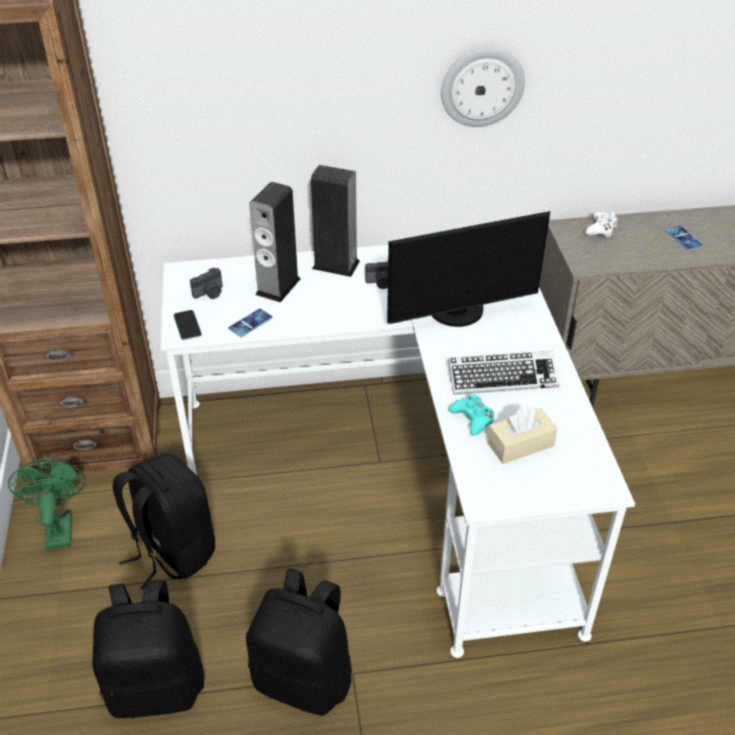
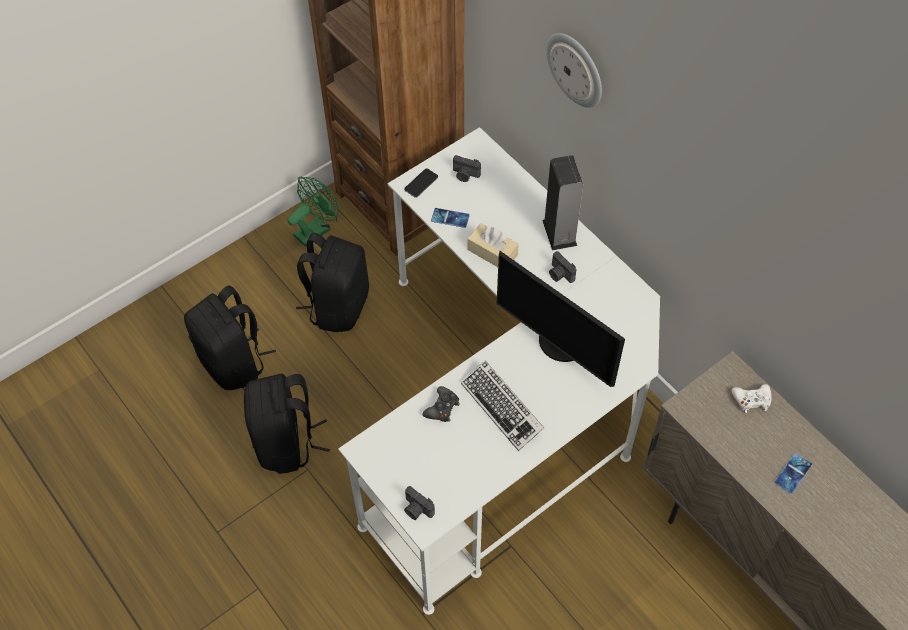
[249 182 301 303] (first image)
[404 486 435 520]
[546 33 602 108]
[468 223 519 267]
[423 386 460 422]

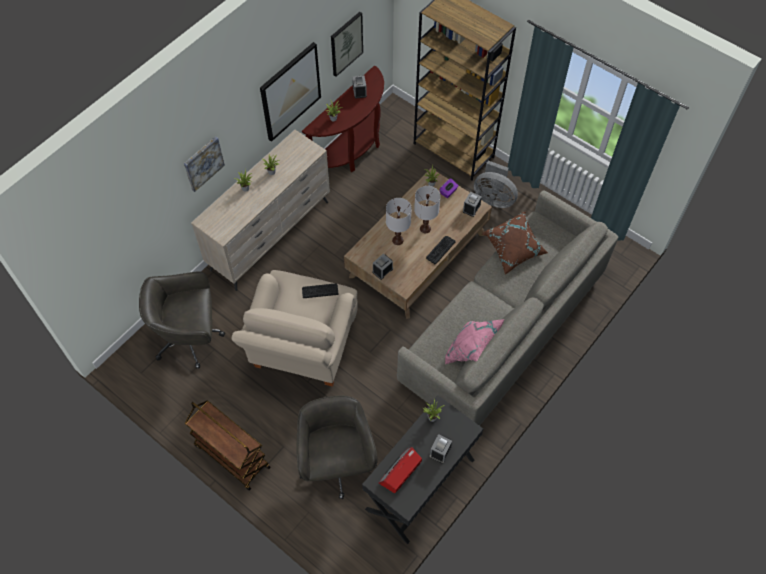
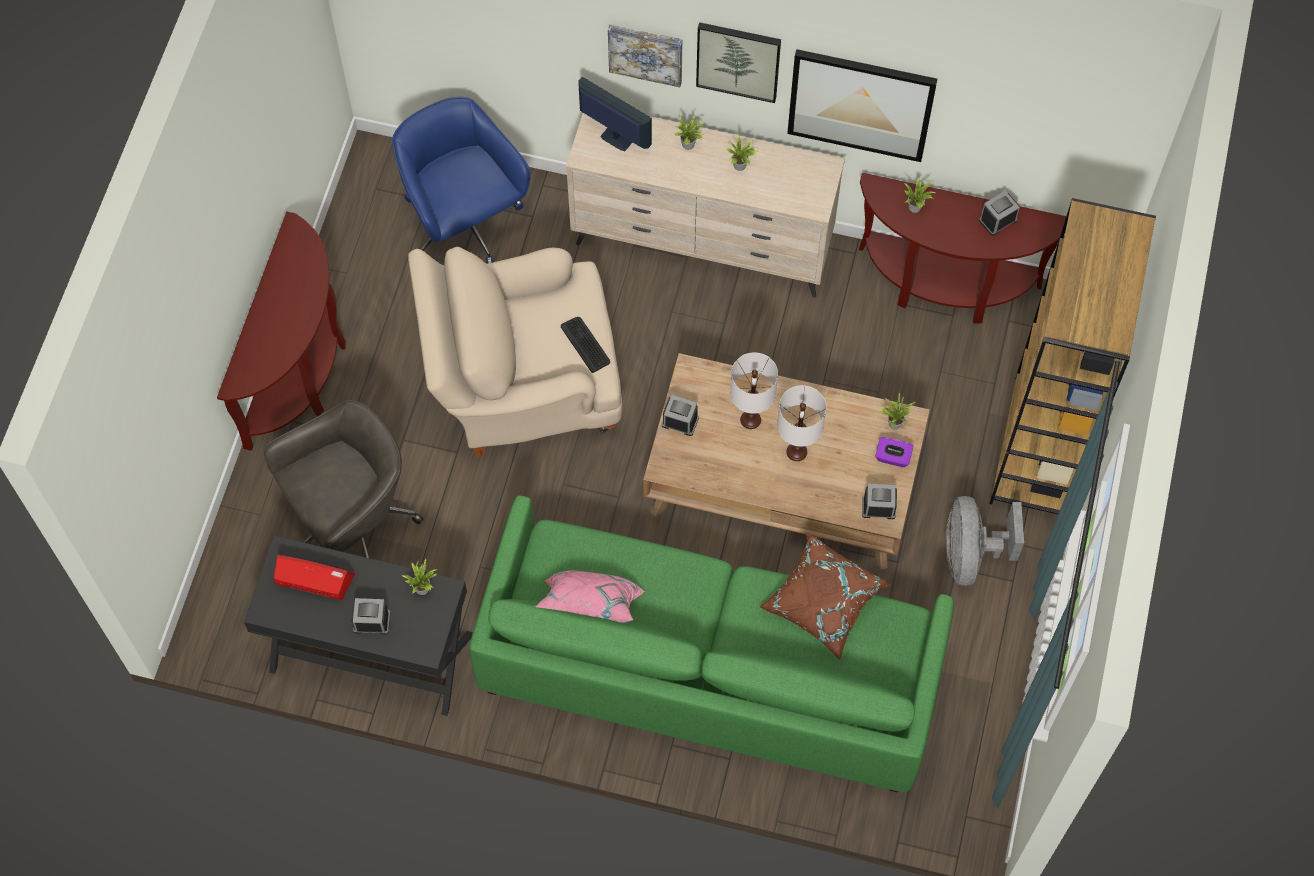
[426 236 455 264] (first image)
[578 77 652 151]
[696 22 781 103]
[217 211 346 451]
[392 97 530 264]
[469 495 954 793]

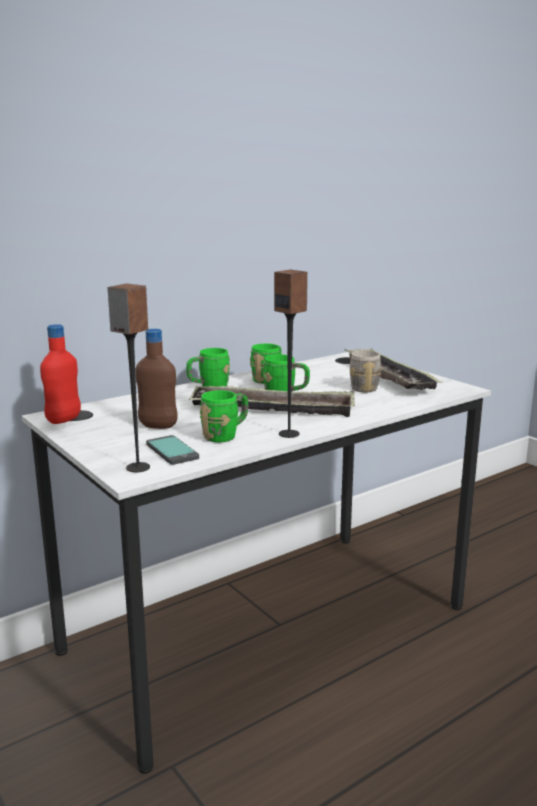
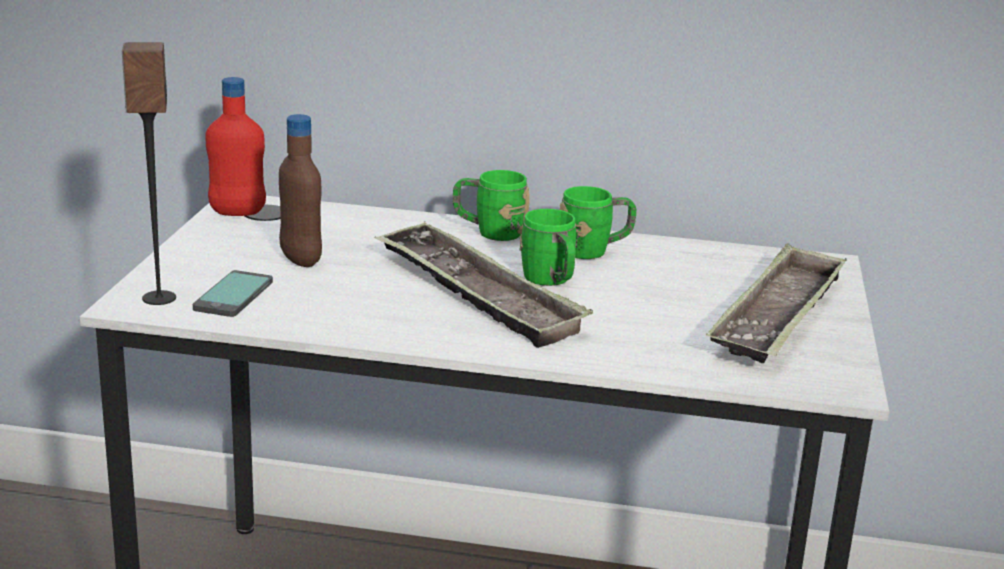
[200 390 248 442] (first image)
[274 270 308 438] (first image)
[350 350 382 392] (first image)

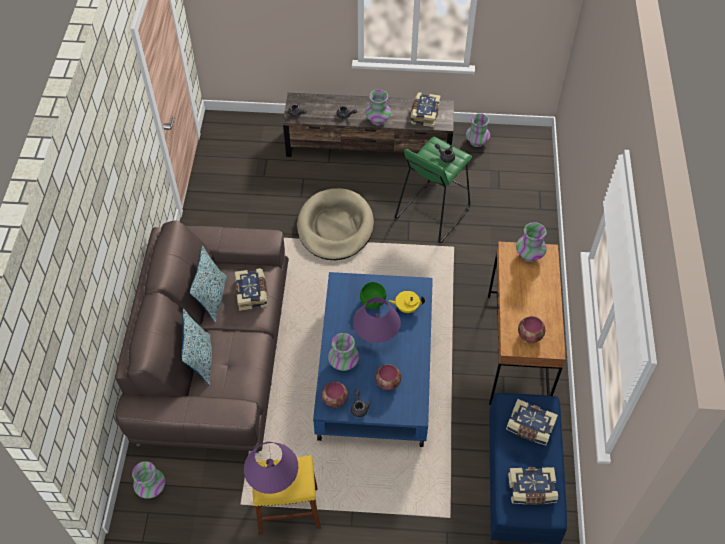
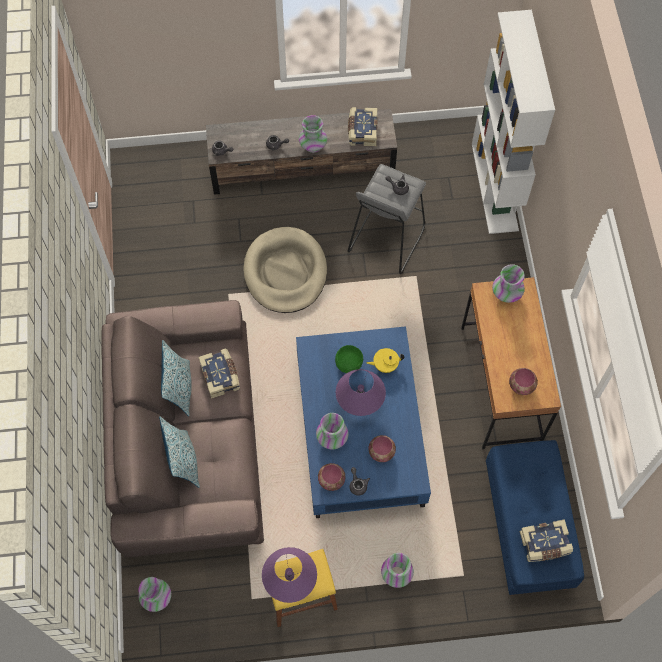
[506 399 558 445] (first image)
[472 10 555 234]
[381 553 414 588]
[347 164 426 274]

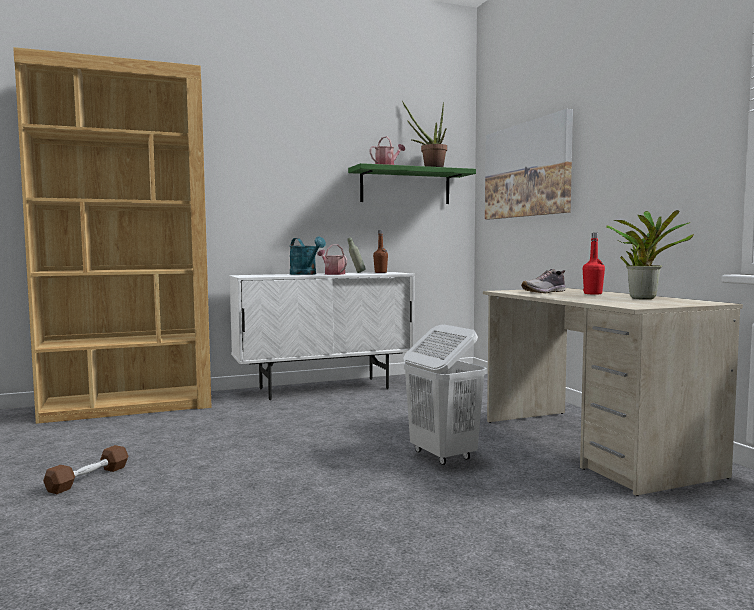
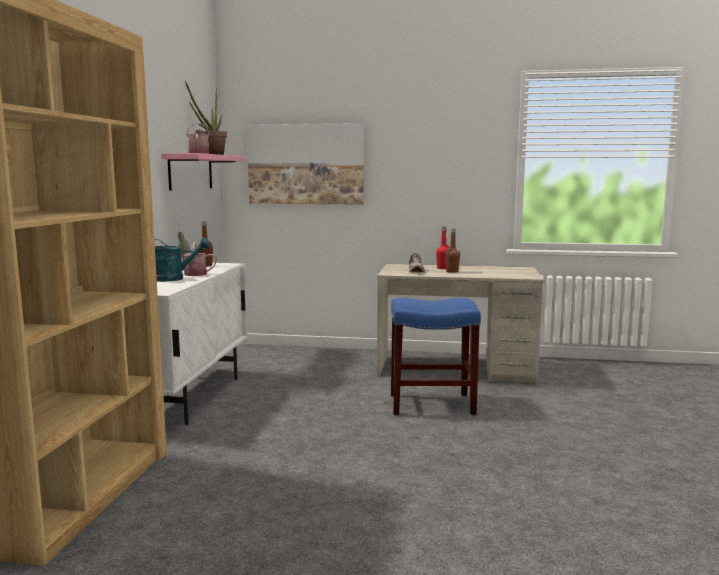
[43 445 128 494] (first image)
[606 210 694 299] (first image)
[445 229 460 273]
[391 298 481 416]
[161 153 246 191]

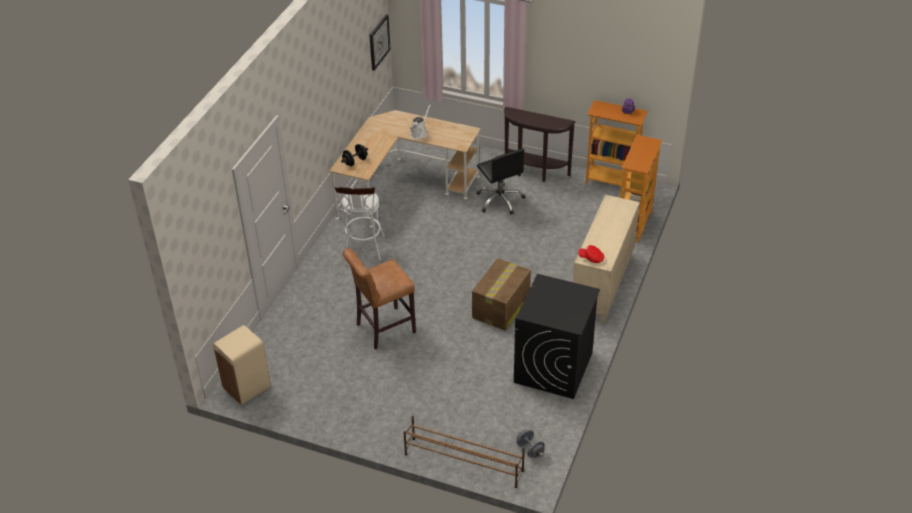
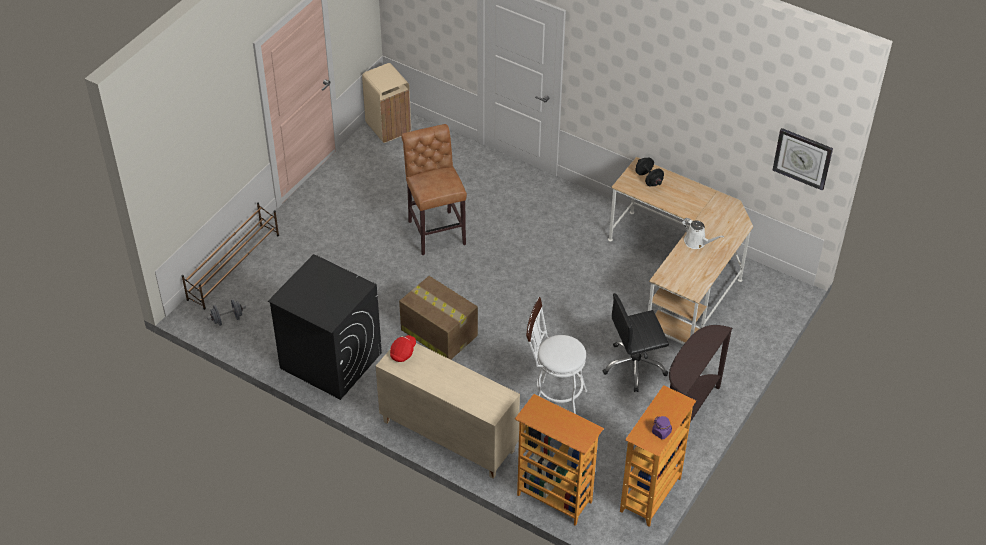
[526 297 587 414]

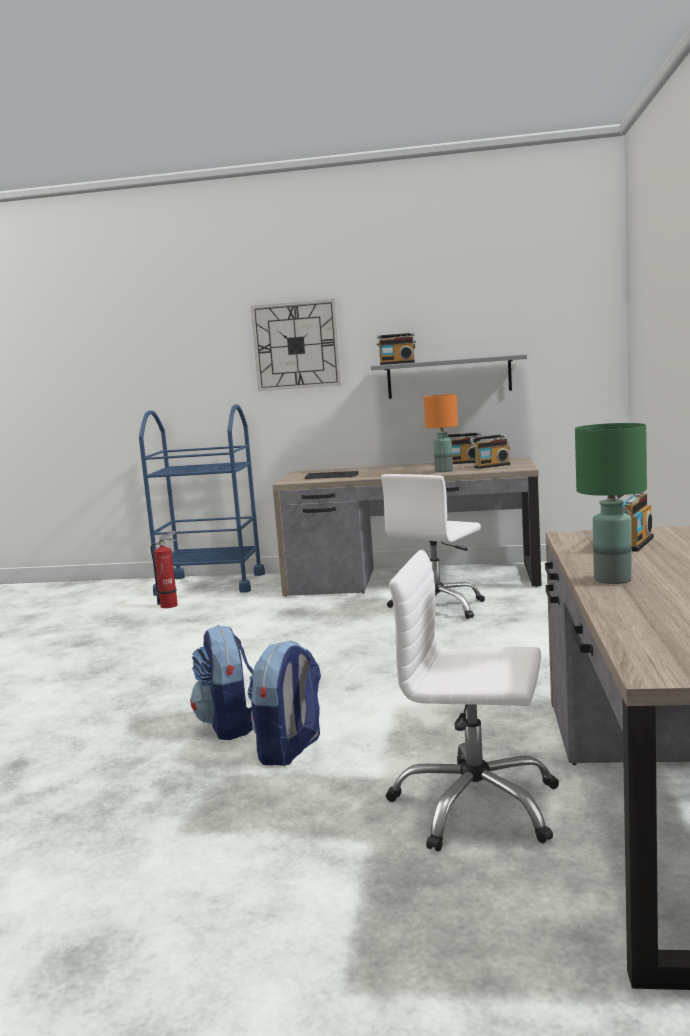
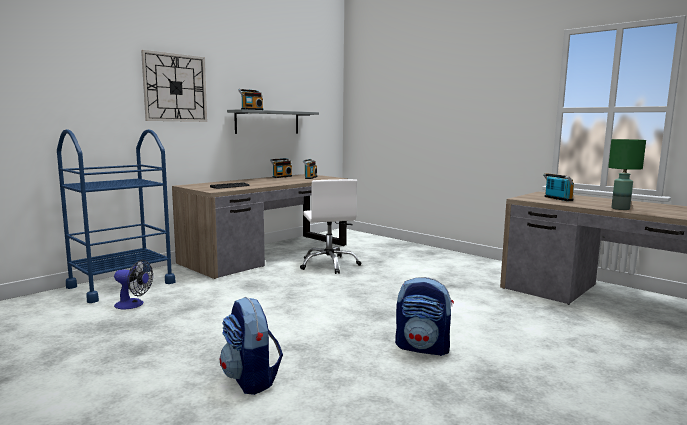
[386 550 559 852] (first image)
[424 394 458 472] (first image)
[220 297 283 395]
[114 260 153 309]

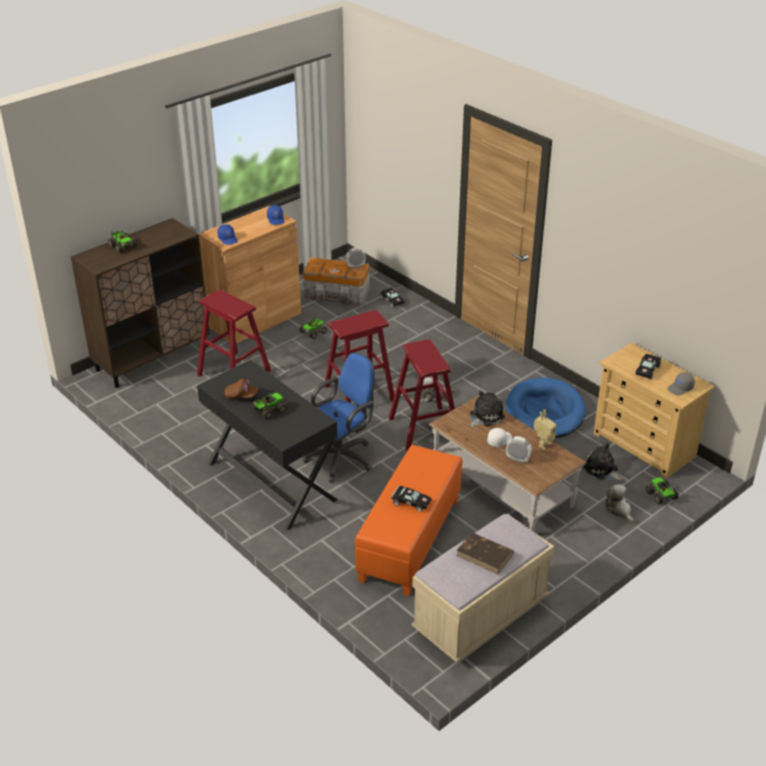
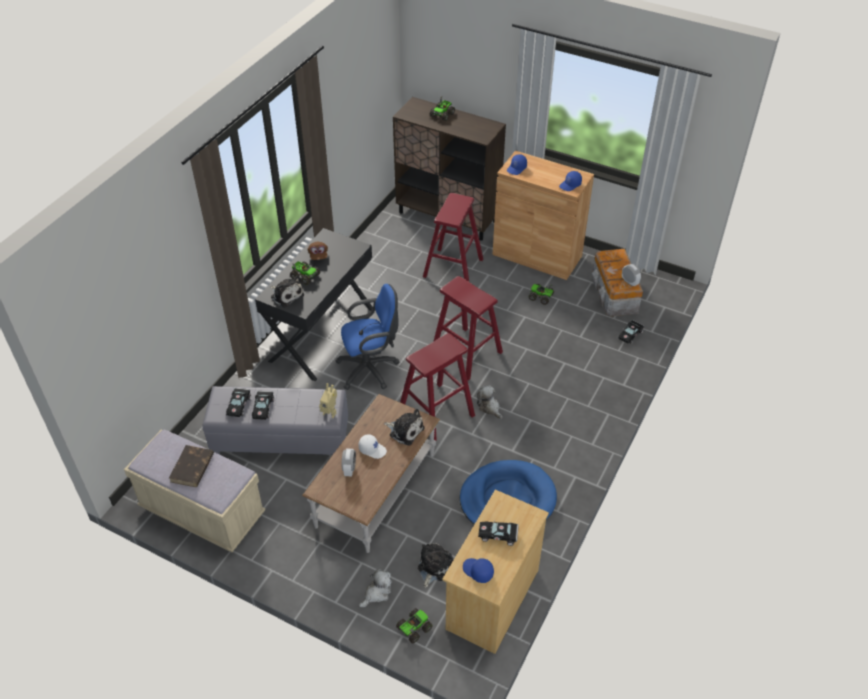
[226 388 251 417]
[270 276 304 308]
[319 383 337 418]
[202 386 348 455]
[463 558 494 583]
[335 284 400 390]

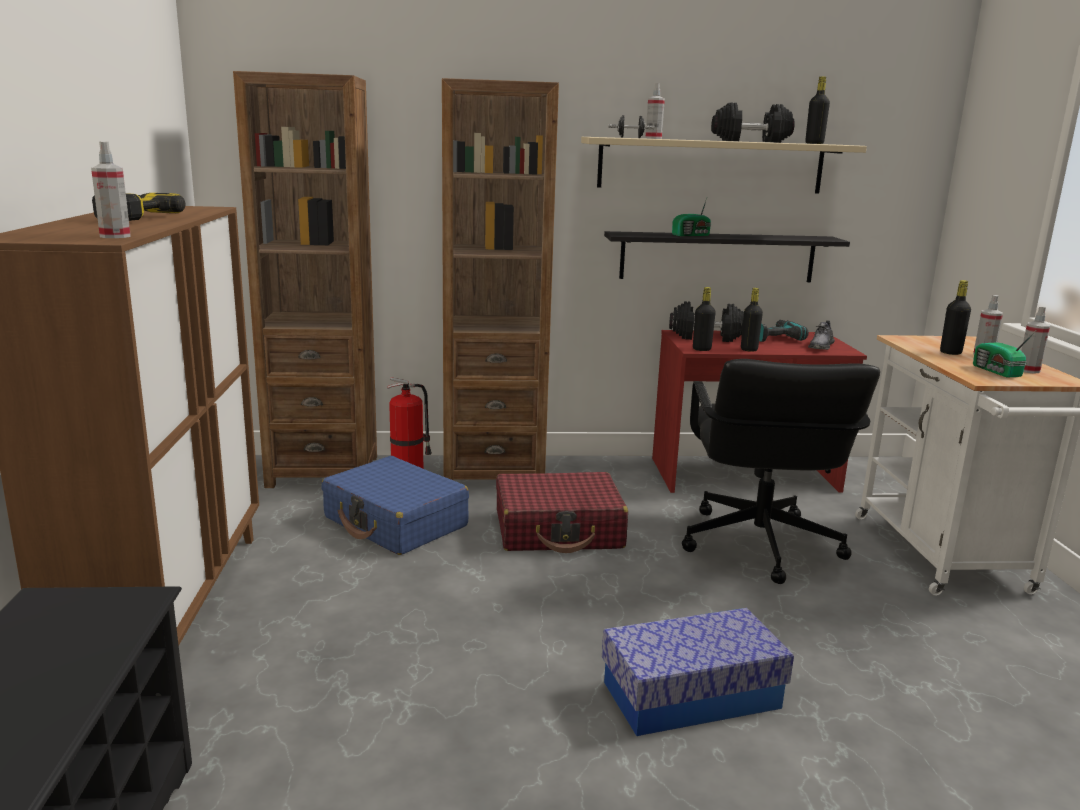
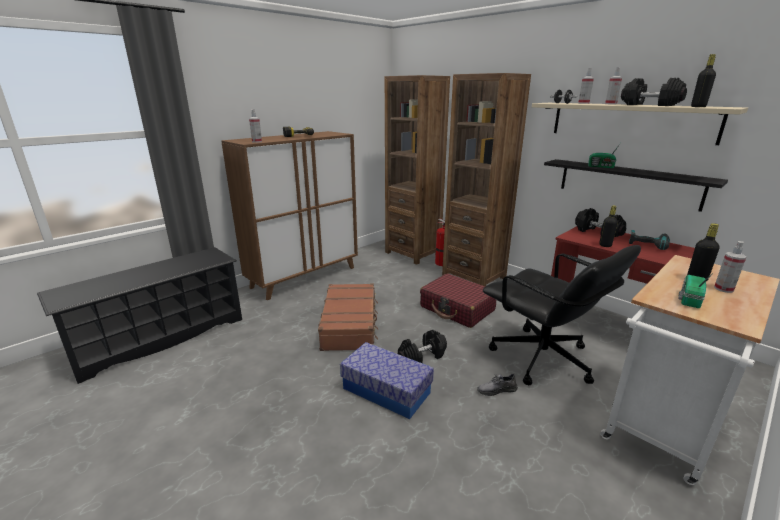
[321 456 469 555] (first image)
[693 287 716 351] (first image)
[318 283 378 351]
[398 330 447 363]
[477 373 518 396]
[605 67 622 104]
[483 245 641 385]

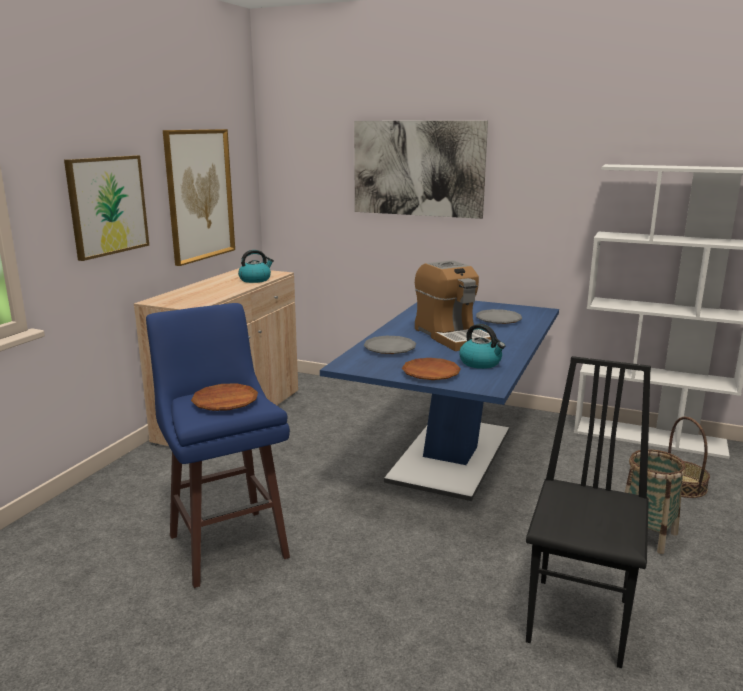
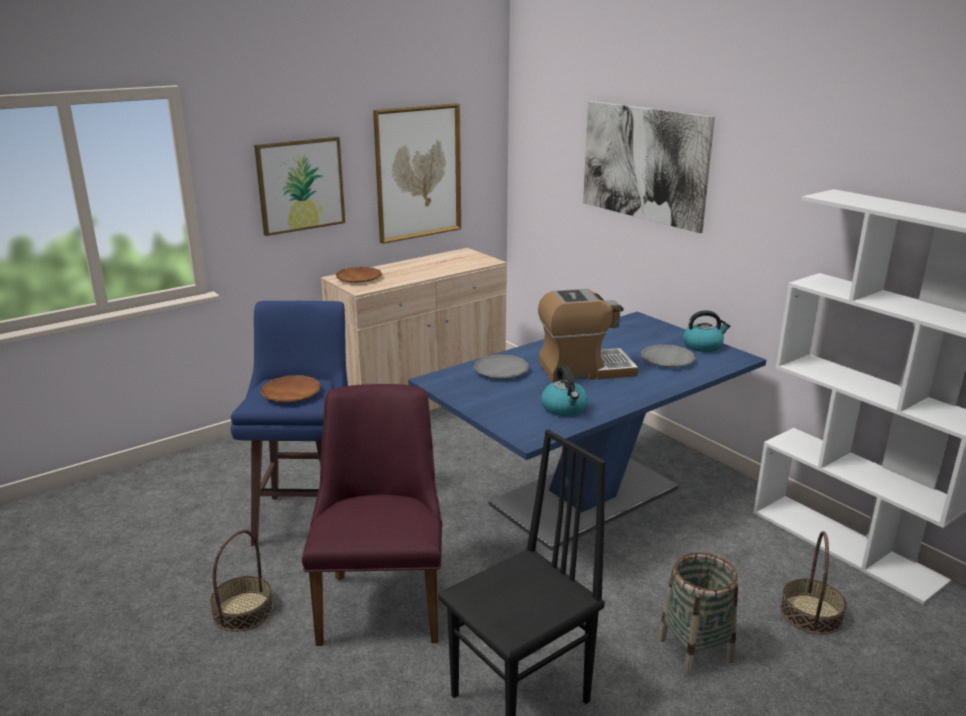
[210 530 273 632]
[302 384 442 646]
[683 310 730 352]
[336 267 382 283]
[538 289 638 383]

